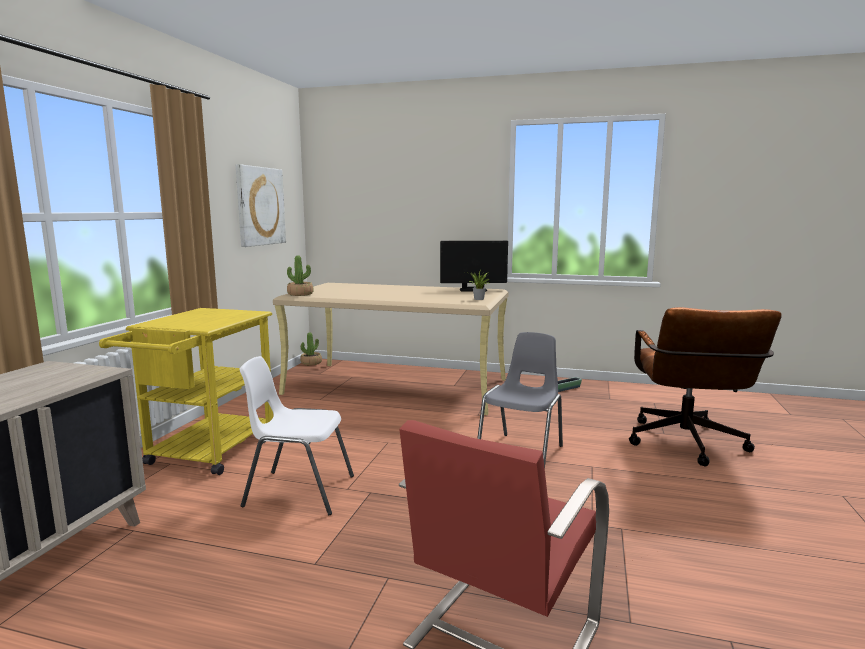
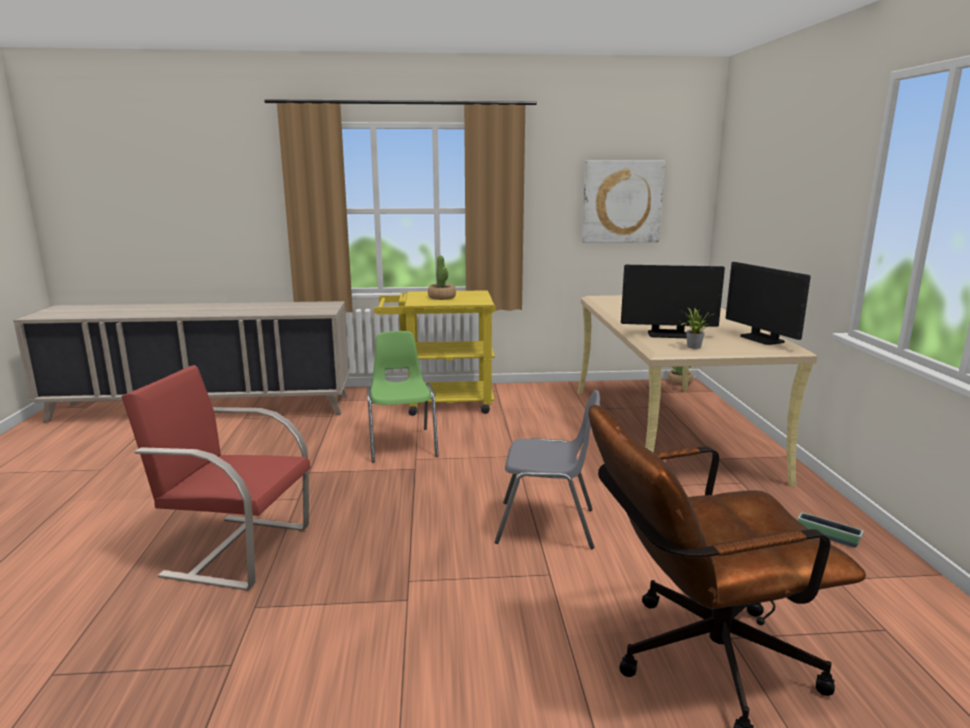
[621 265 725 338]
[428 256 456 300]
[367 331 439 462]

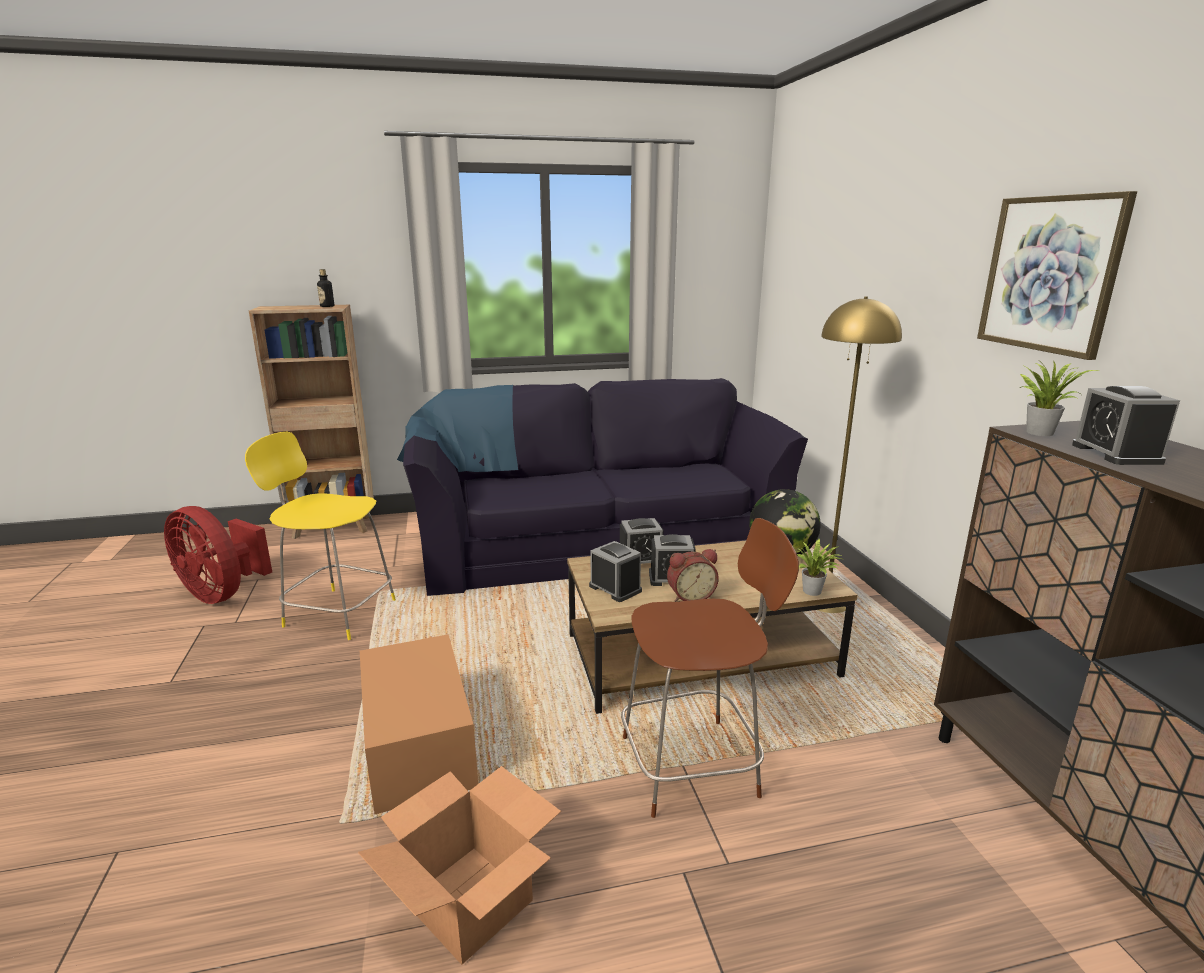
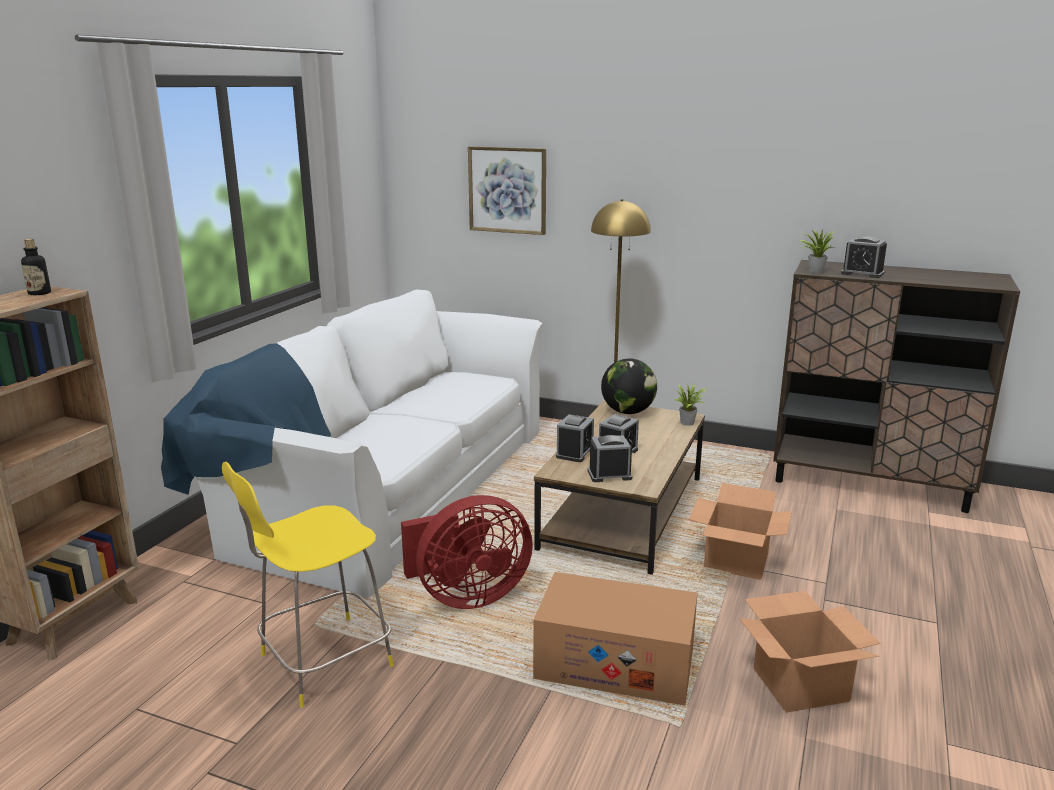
[667 549 719 602] (first image)
[401 495 533 609]
[468 146 546 235]
[688 483 792 580]
[161 290 544 598]

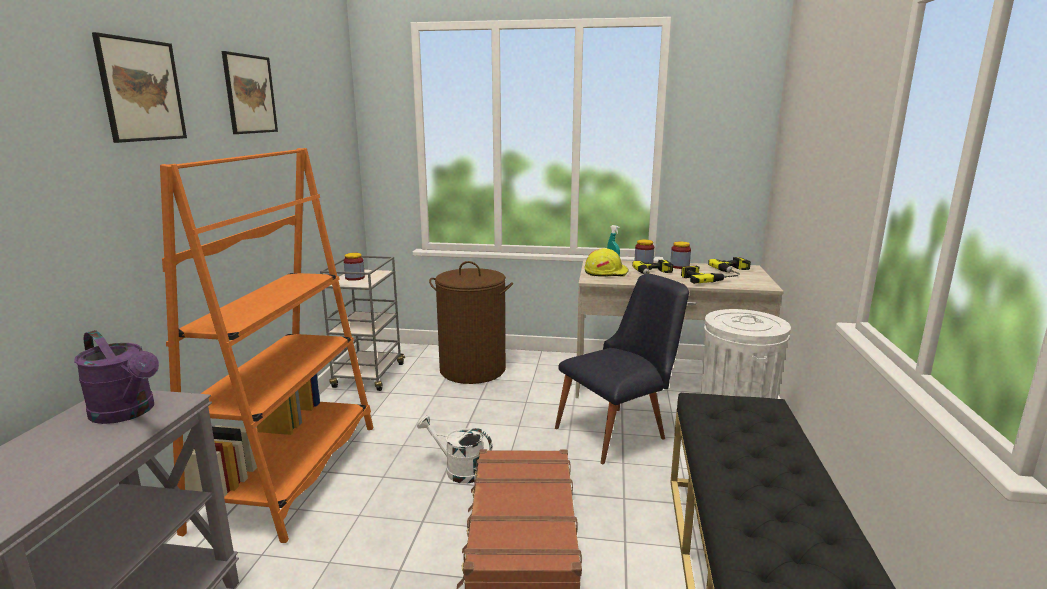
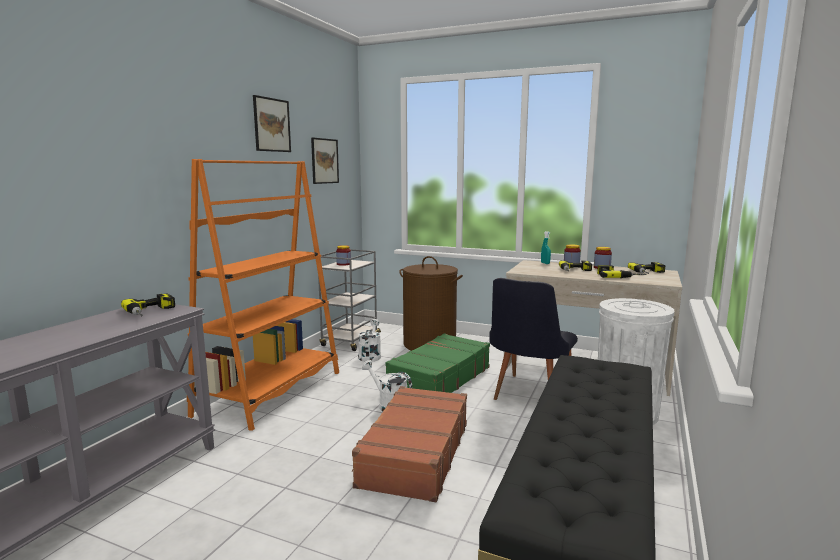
[584 248 629 277] (first image)
[358 319 381 362]
[386 333 490 393]
[311 138 339 184]
[121 293 175 316]
[489 278 578 400]

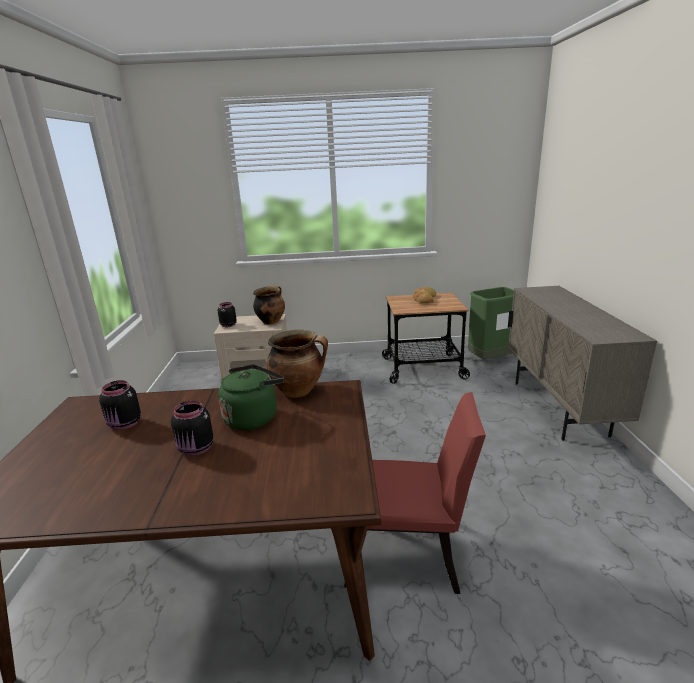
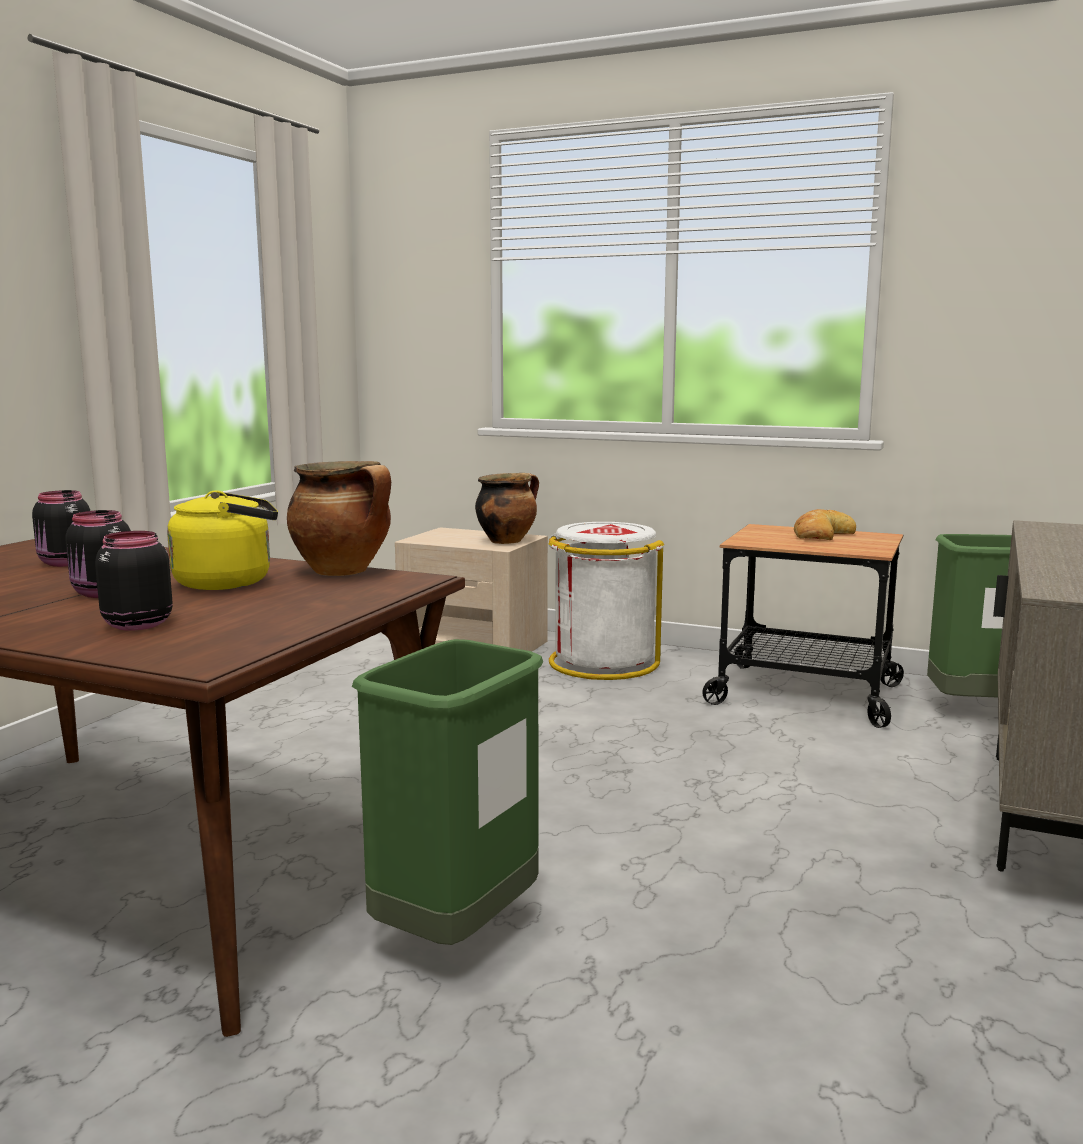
[549 522 664 680]
[95 531 173 631]
[352 639 543 945]
[167 490 278 590]

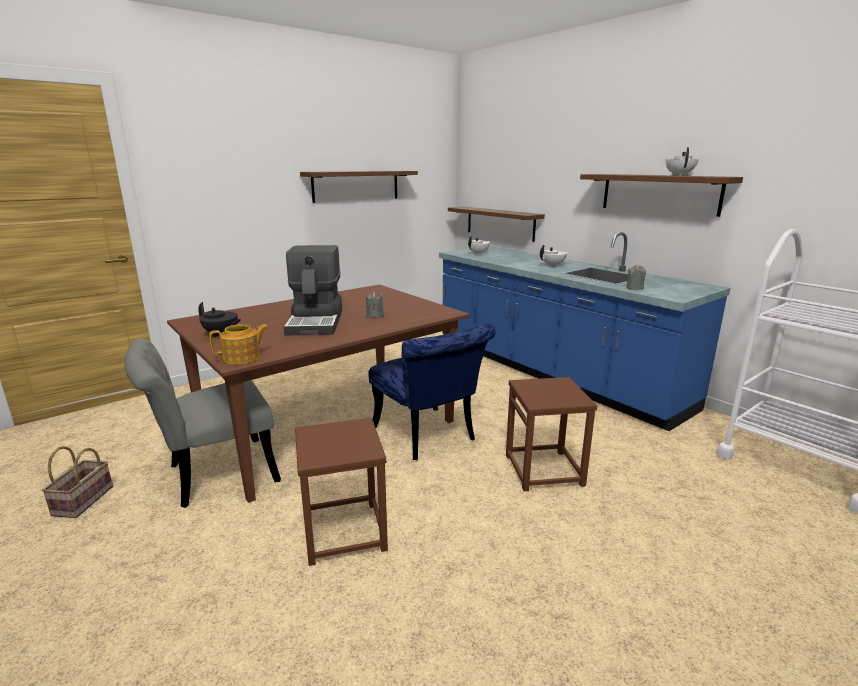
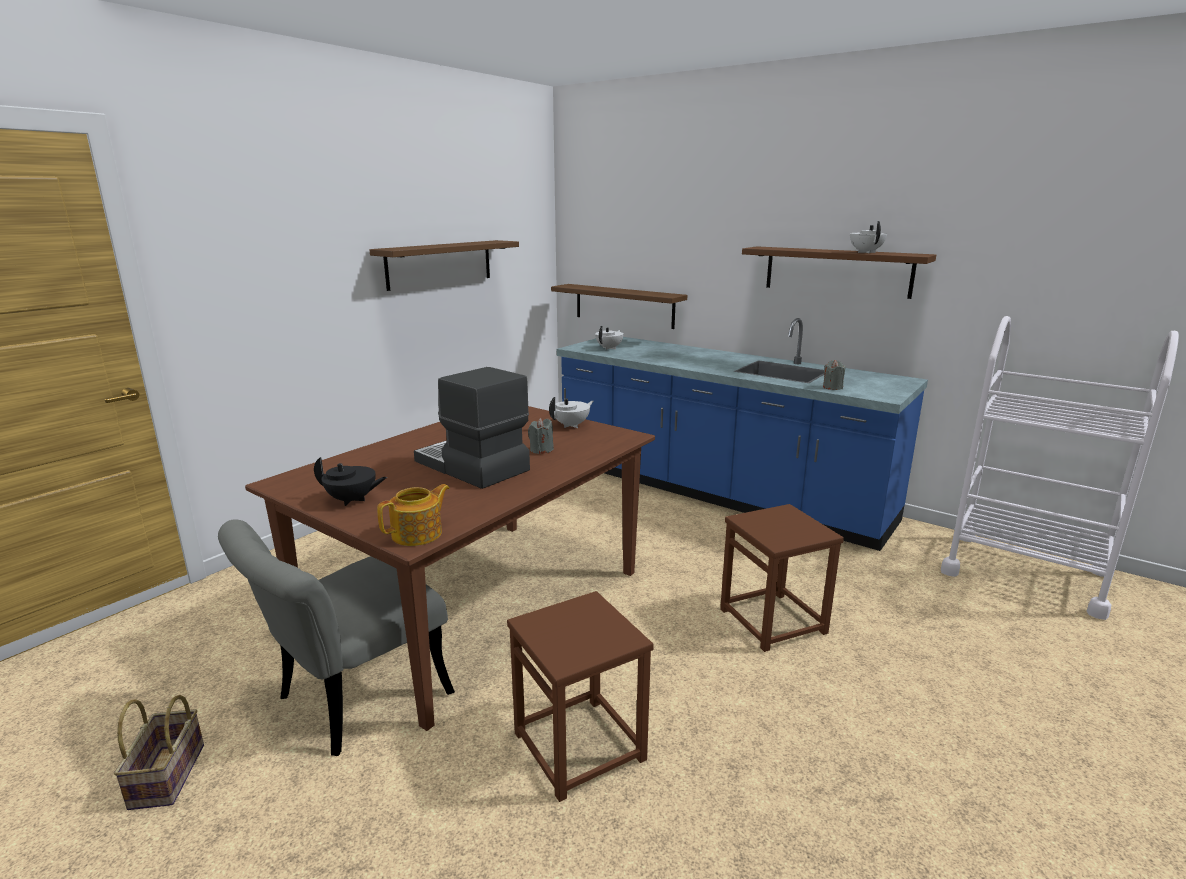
[369 324 496 460] (first image)
[549 397 594 428]
[414 367 530 489]

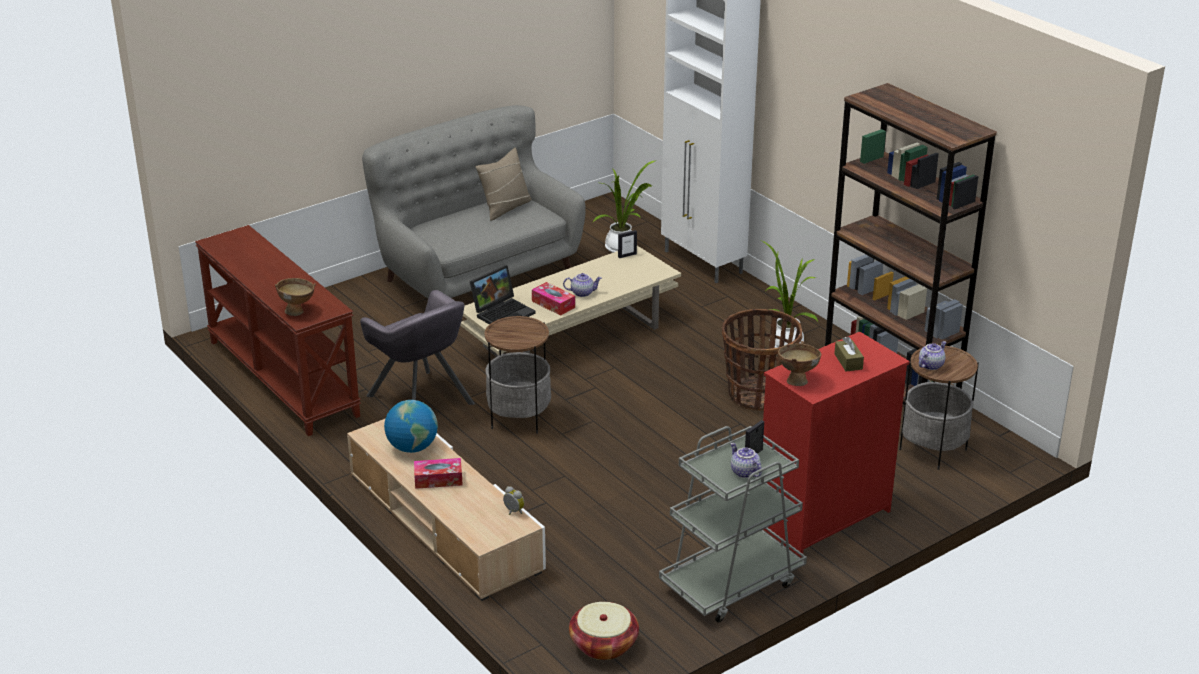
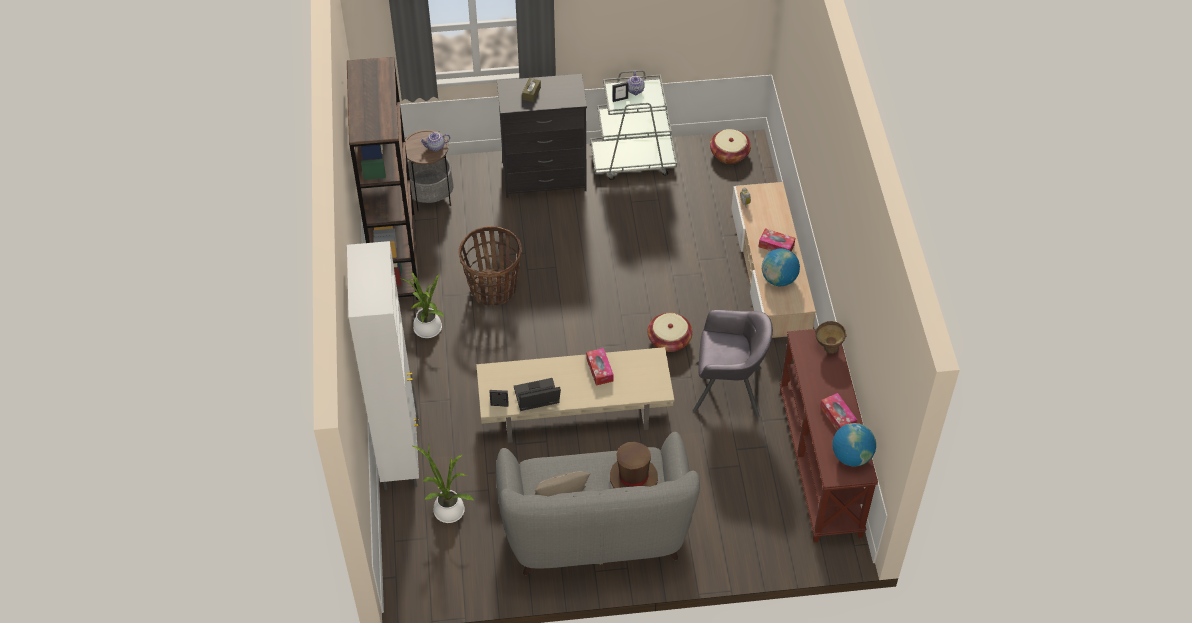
[563 273 602 297] (first image)
[778 341 821 386] (first image)
[610 442 658 488]
[820 393 857 431]
[832 423 876 466]
[514 378 561 411]
[648 313 693 352]
[497 74 587 198]
[693 310 773 417]

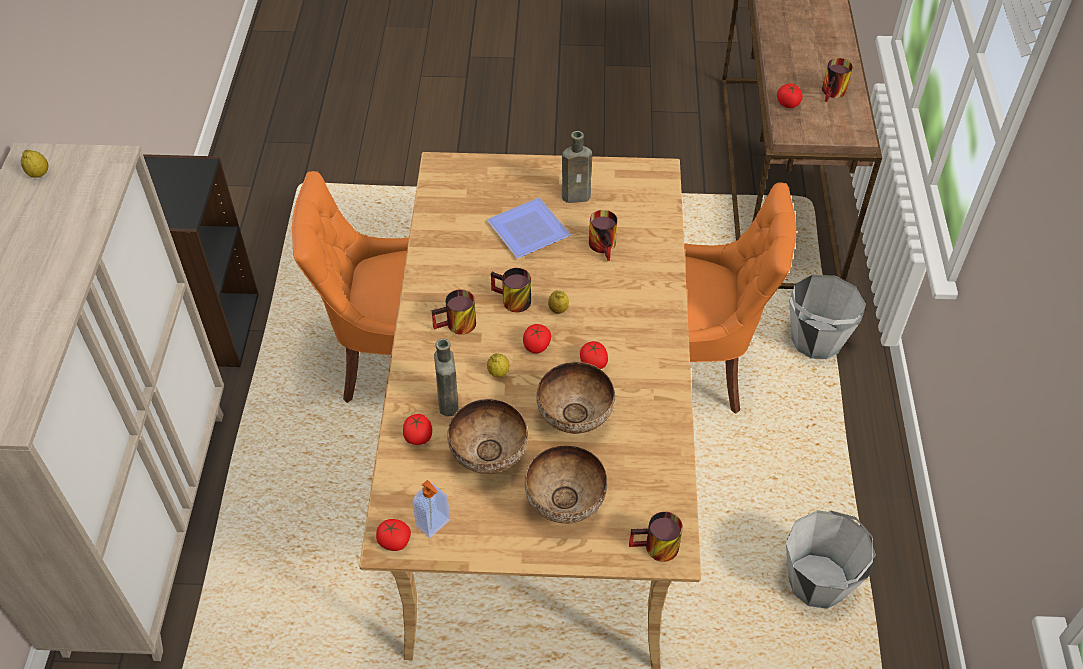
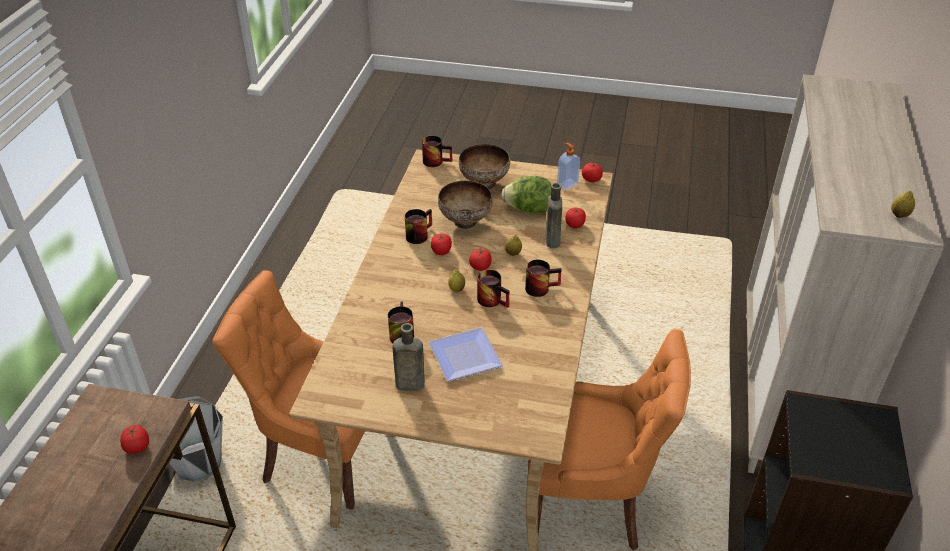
[786 510 876 609] (first image)
[405 209 432 244]
[501 176 551 214]

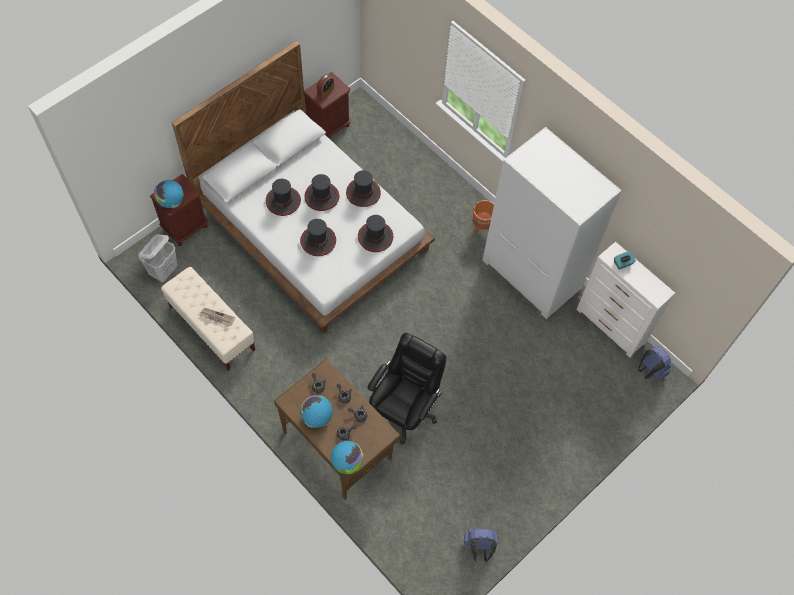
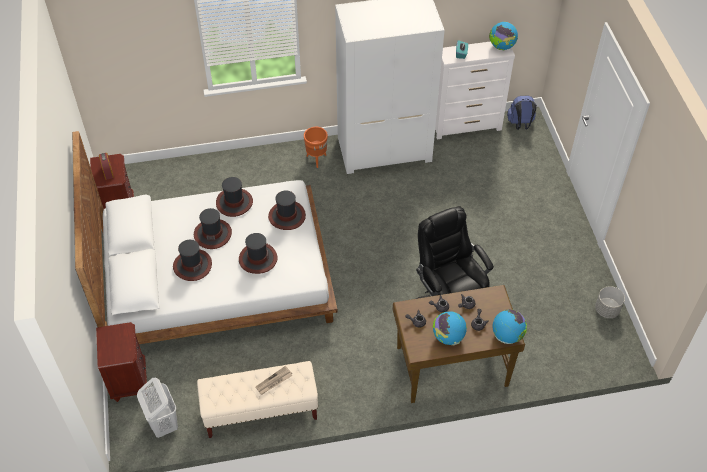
[489 22 518 50]
[595 286 625 318]

